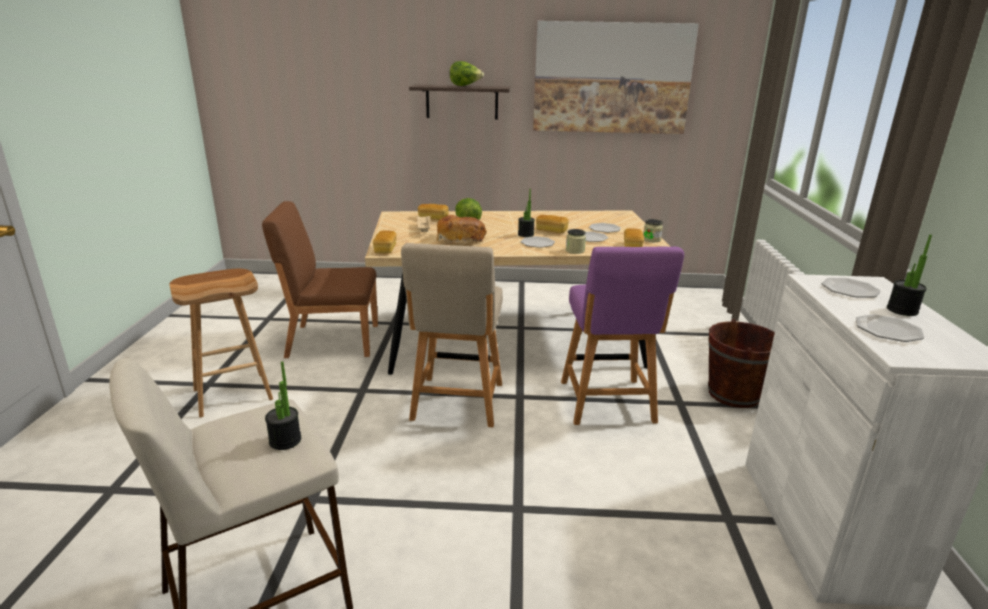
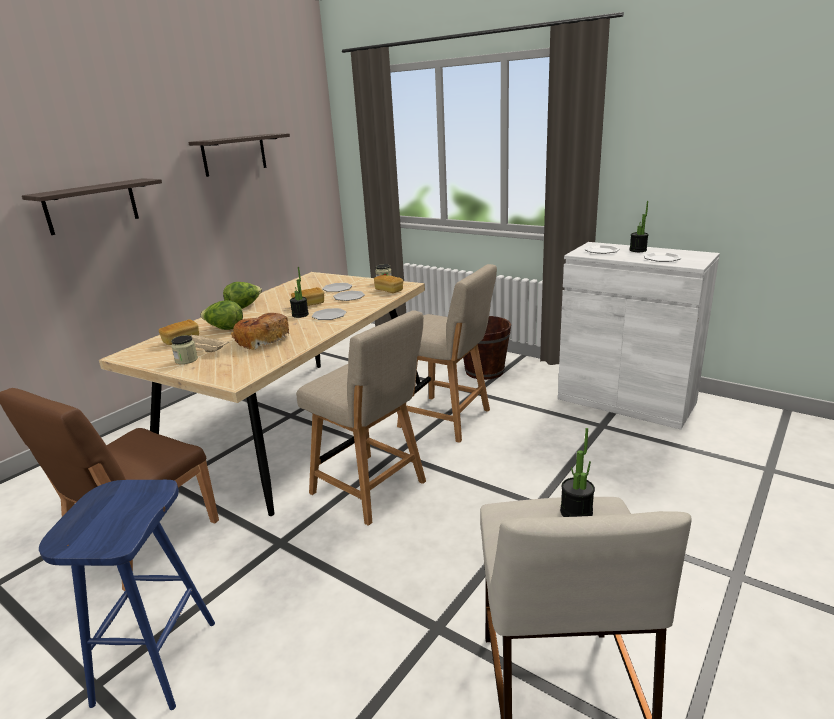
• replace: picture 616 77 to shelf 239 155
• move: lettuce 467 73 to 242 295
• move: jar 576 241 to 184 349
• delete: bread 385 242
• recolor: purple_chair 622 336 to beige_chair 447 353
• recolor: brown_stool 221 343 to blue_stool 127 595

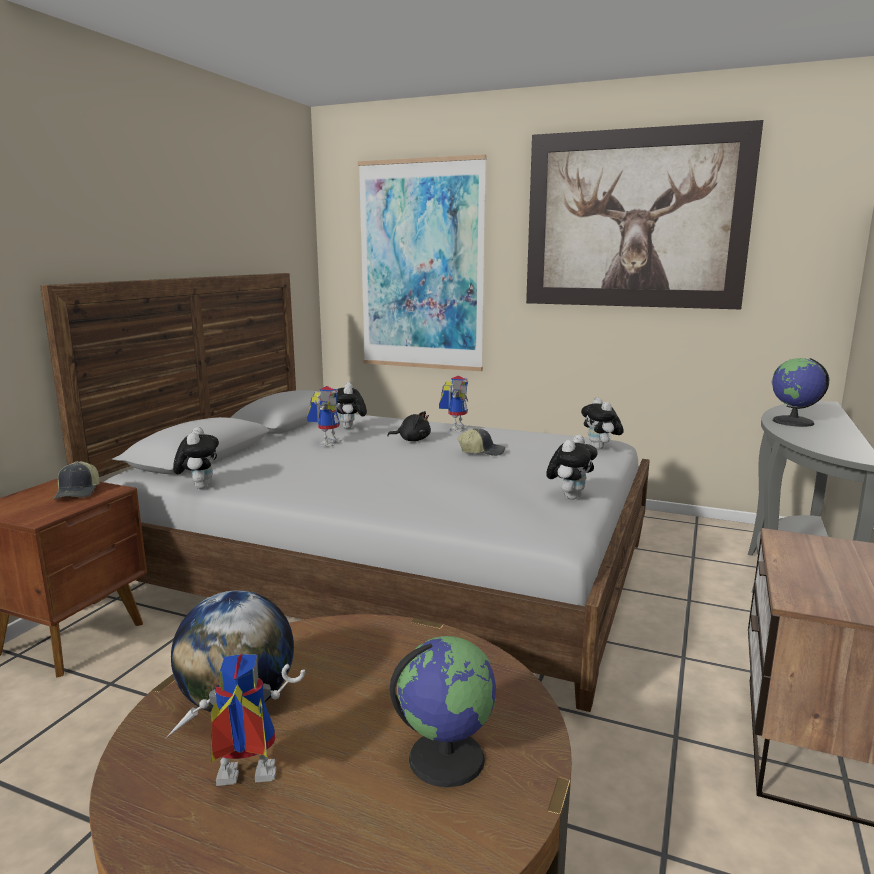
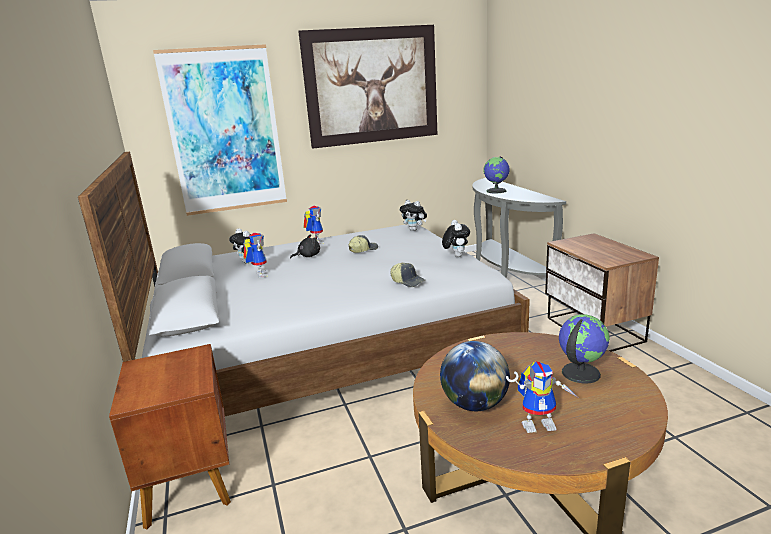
• delete: plush_toy 196 458
• move: cap 76 480 to 408 275
• rotate: toy_robot 235 720 = 541 397 135 degrees counterclockwise

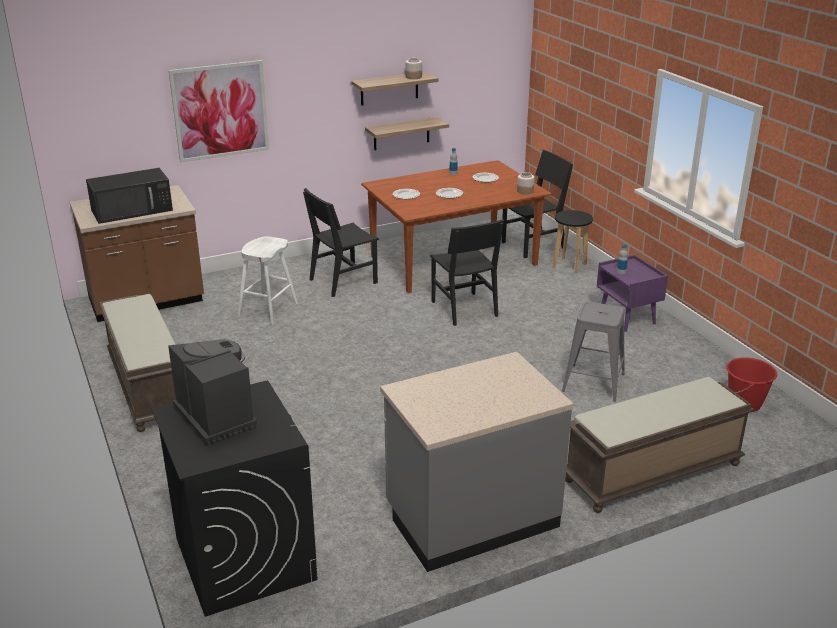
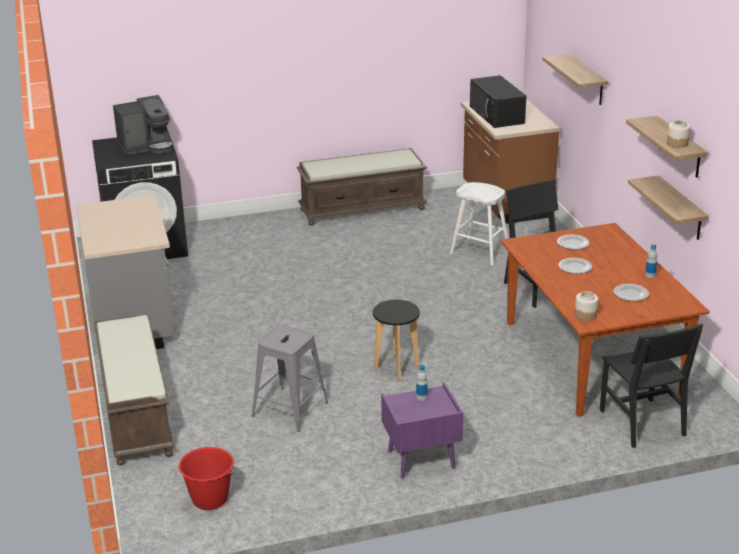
• replace: picture 219 111 to shelf 575 79
• move: black_stool 573 242 to 396 340
• delete: black_chair 467 272

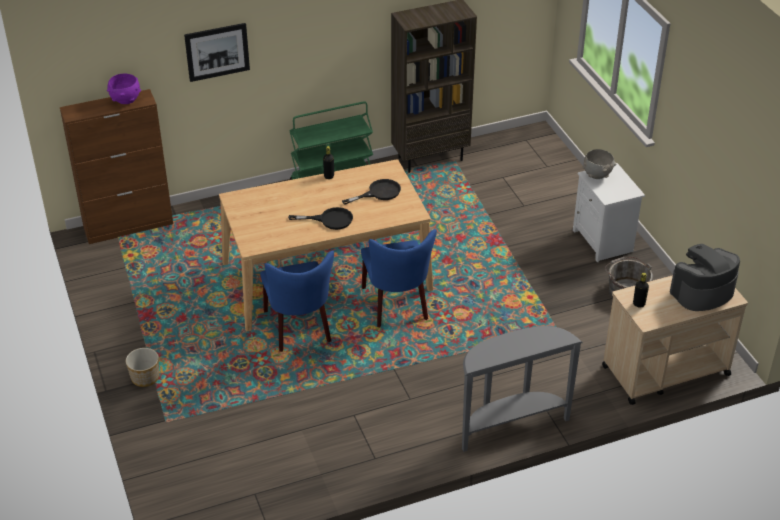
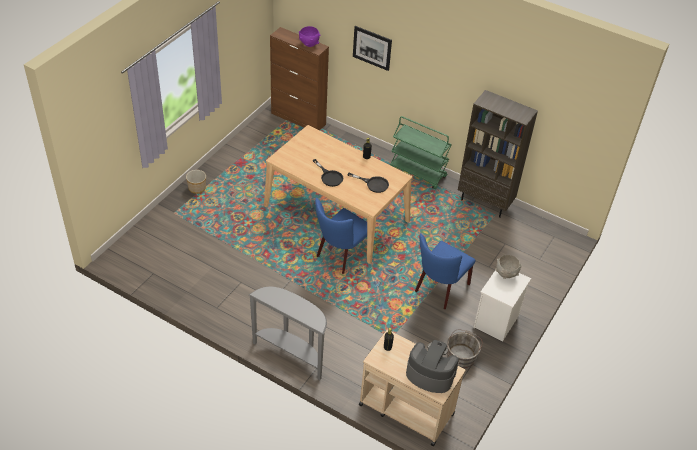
• move: blue_chair 297 301 to 445 271

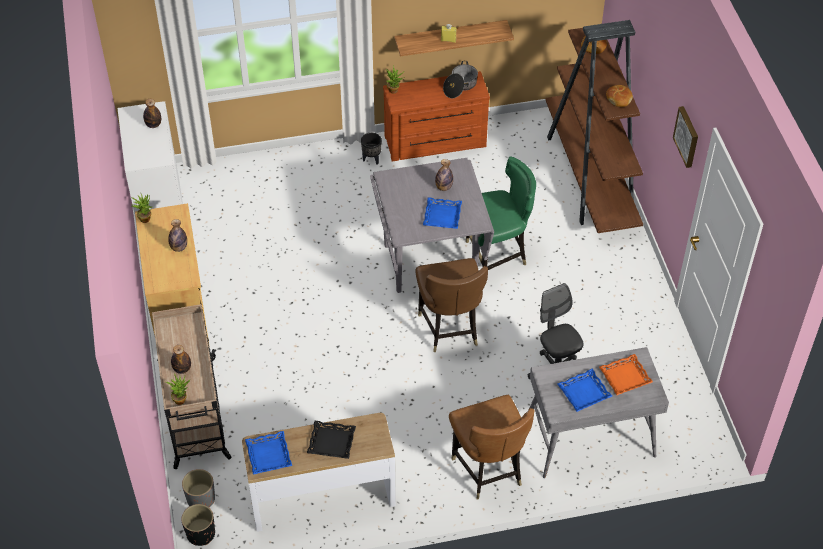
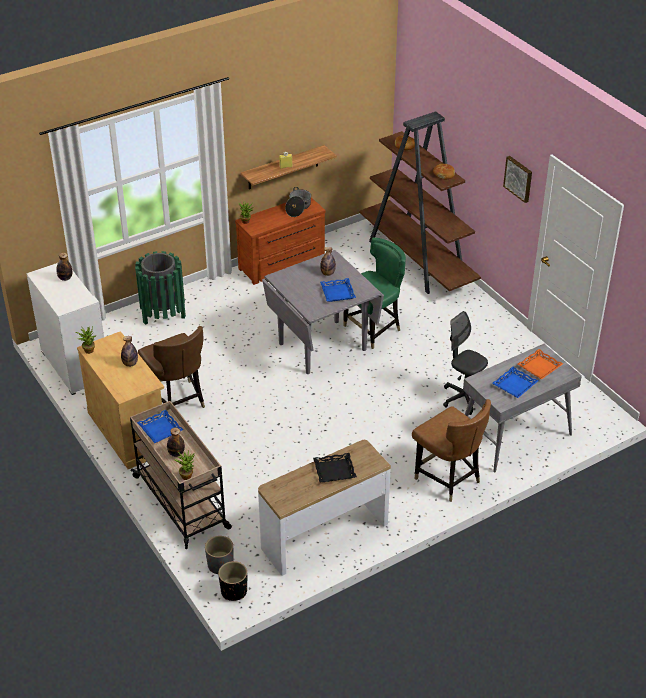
• delete: black_planter 371 148
• move: brown_chair 451 305 to 171 367
• move: blue_tray 268 453 to 160 426
• insert: green_trash_can 160 288

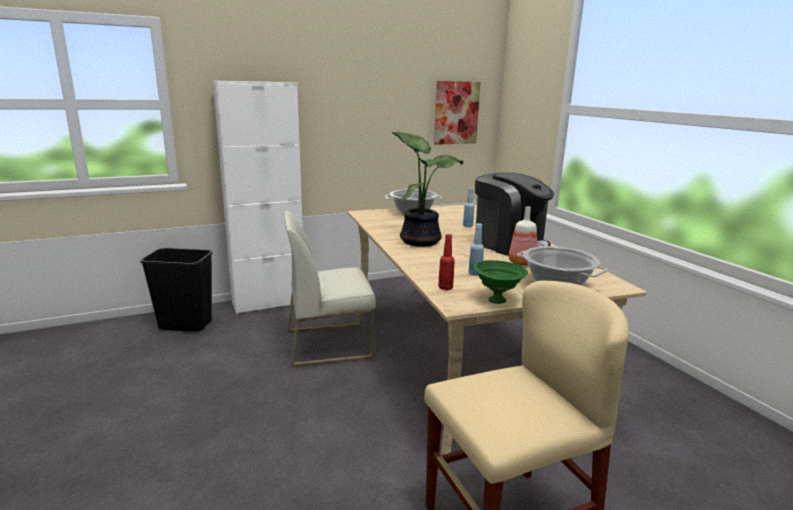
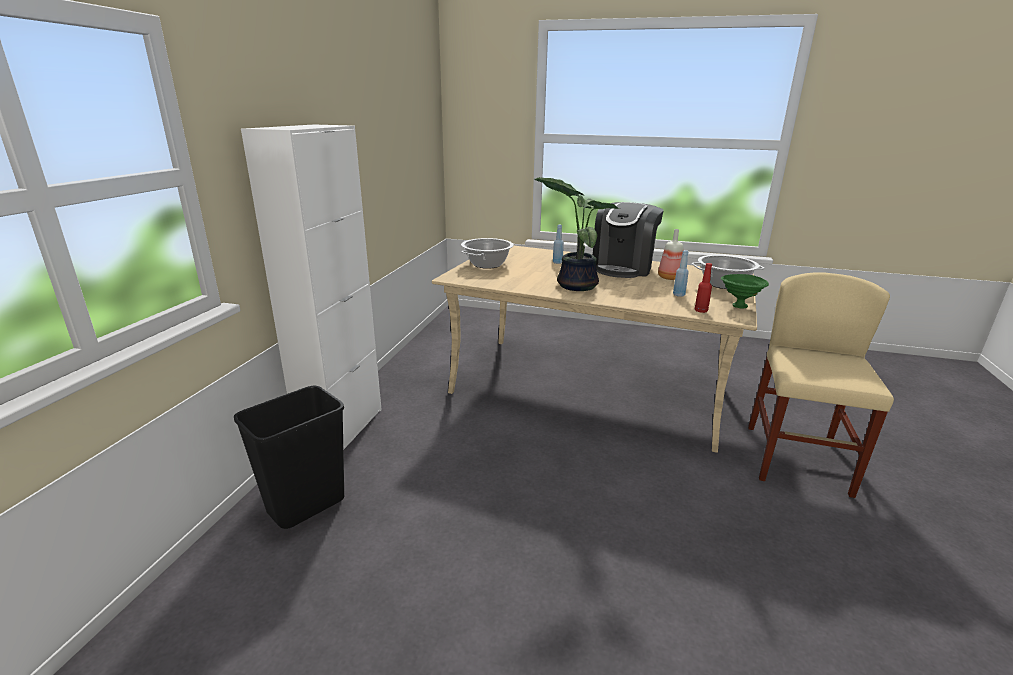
• delete: picture 457 113
• rotate: coffee_machine 514 214 = 628 240 120 degrees clockwise
• delete: white_chair 330 289

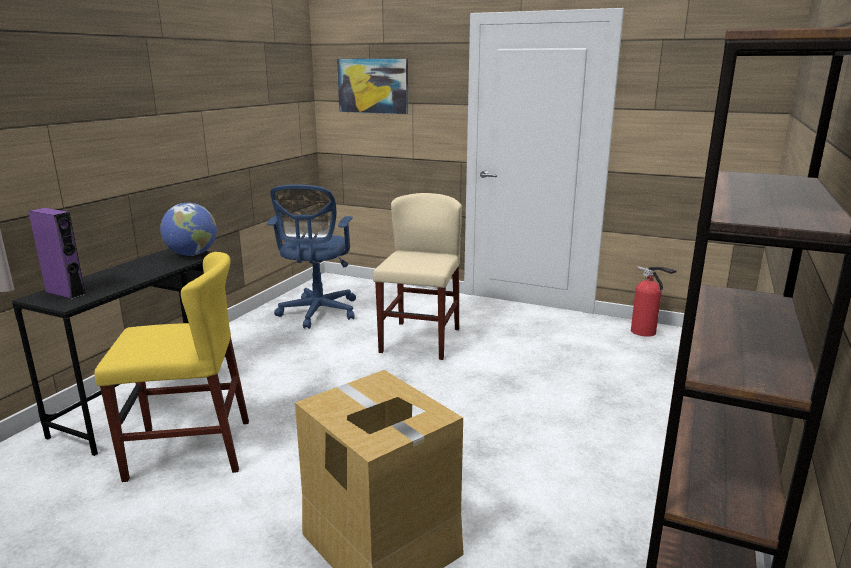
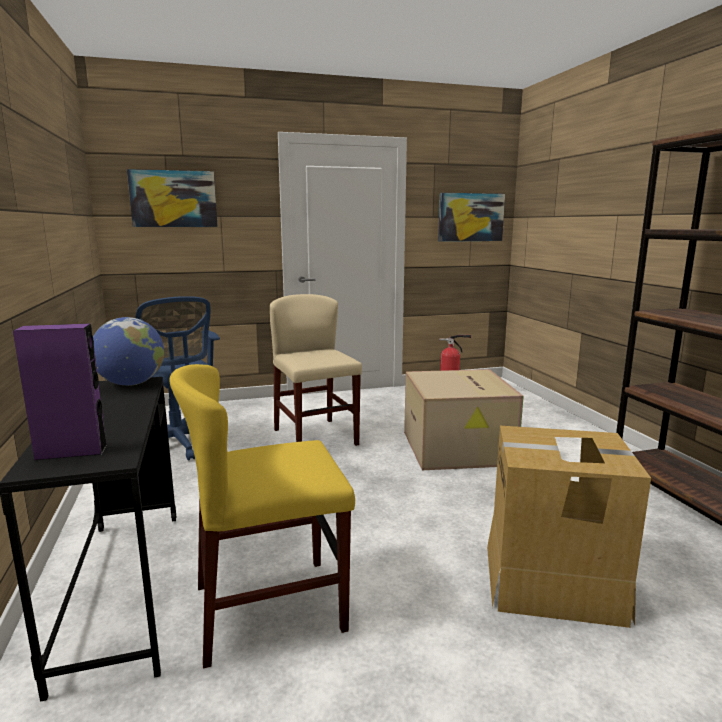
• rotate: yellow_chair 171 367 = 262 516 150 degrees counterclockwise
• insert: picture 471 217
• insert: cardboard_box 464 419

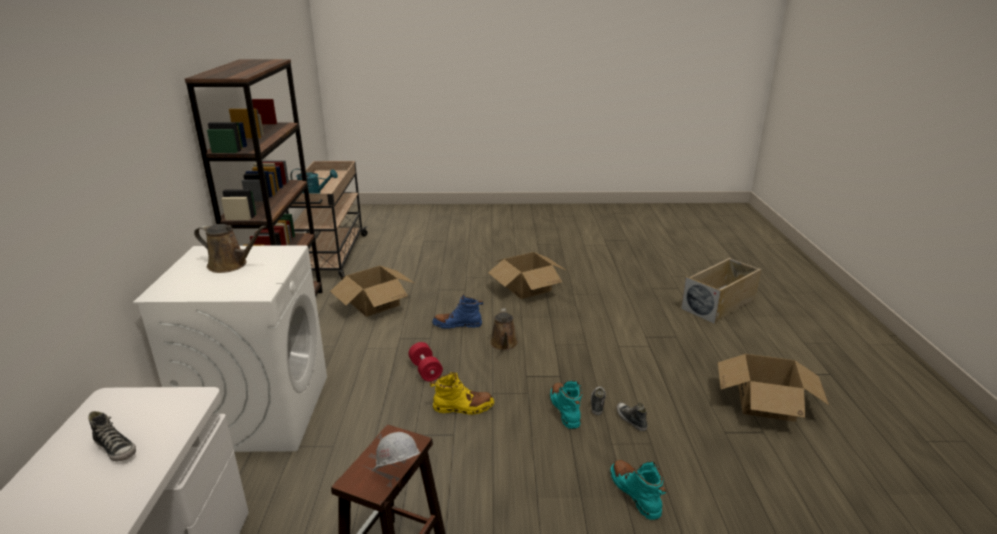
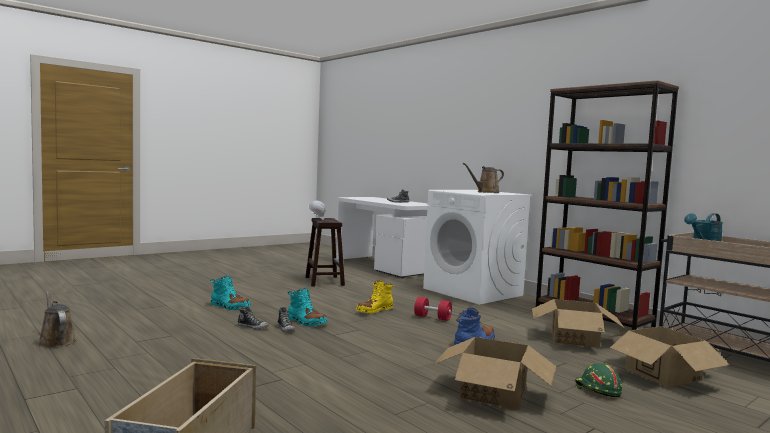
• move: brown_watering_can 504 329 to 57 319
• move: cardboard_box 773 387 to 669 356
• insert: green_hard_hat 598 380

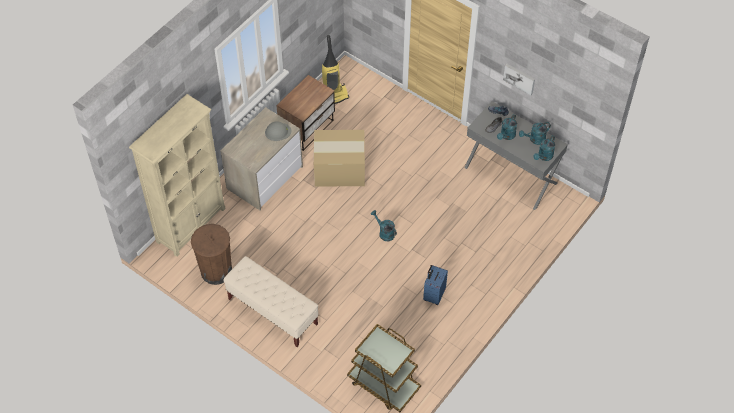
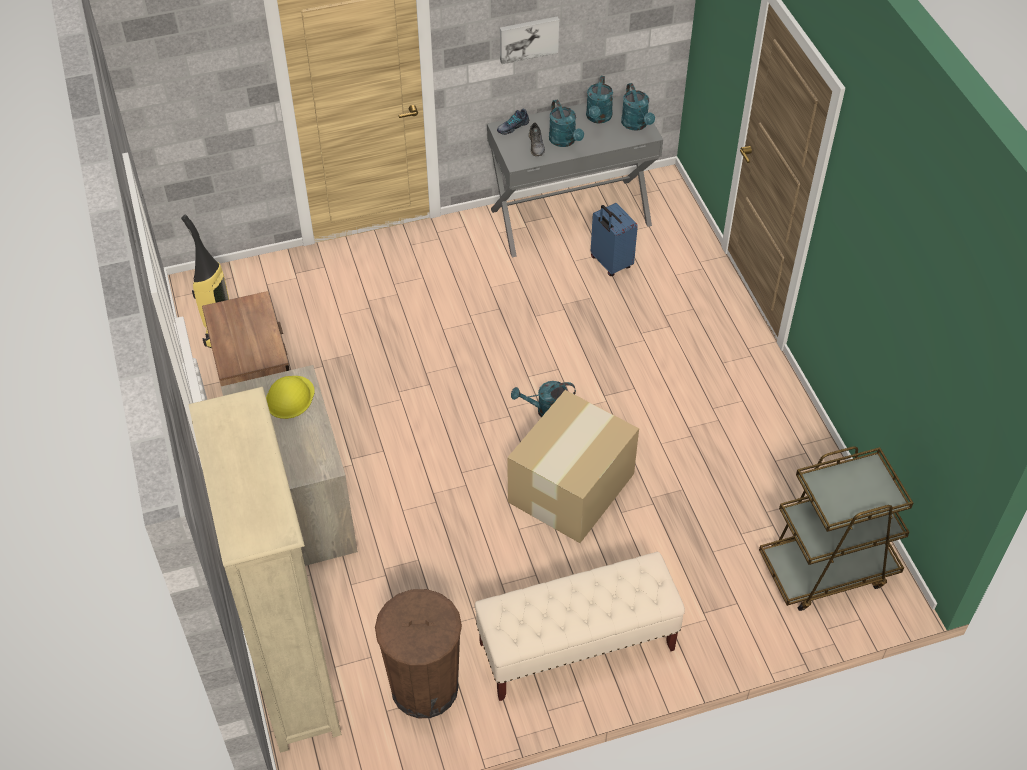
• recolor: grey_hard_hat 278 131 to yellow_hard_hat 290 397
• move: cardboard_box 339 158 to 573 466
• move: blue_suitcase 435 285 to 614 239

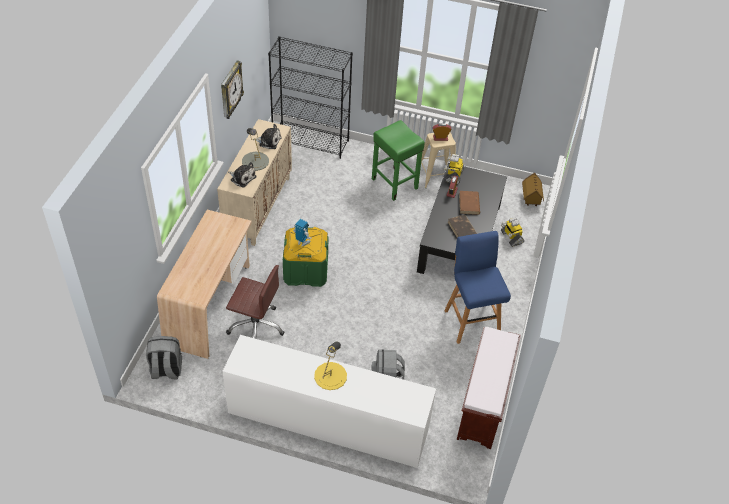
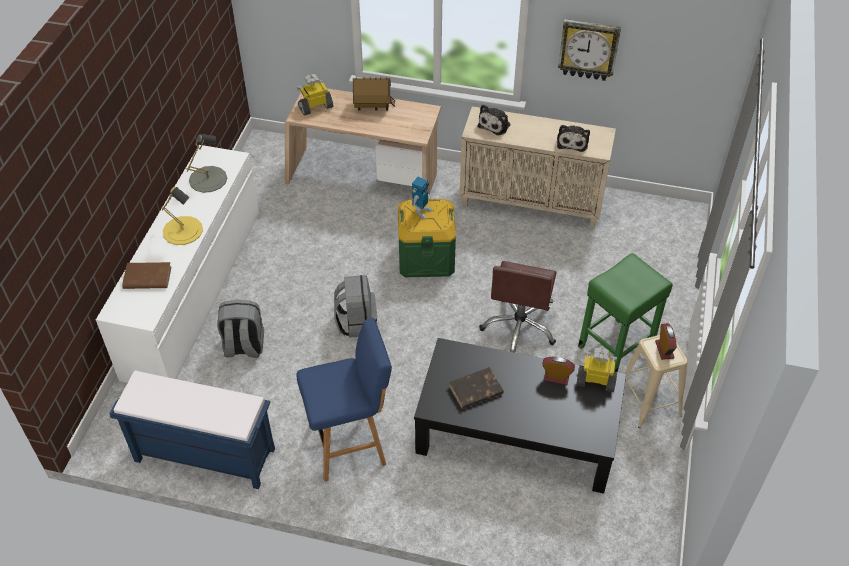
• delete: black_bookcase 310 97
• move: grey_table_lamp 255 149 to 206 163
• move: toy_house 533 189 to 374 94
• move: brown_book 469 203 to 146 275
• move: toy_robot 512 232 to 315 94
• move: brown_office_chair 255 302 to 518 307
• recolor: brown_bench 489 388 to blue_bench 192 429
• move: grey_backpack 164 357 to 355 306

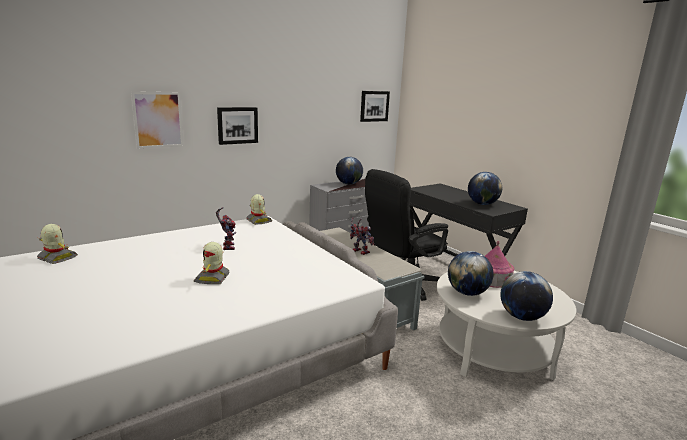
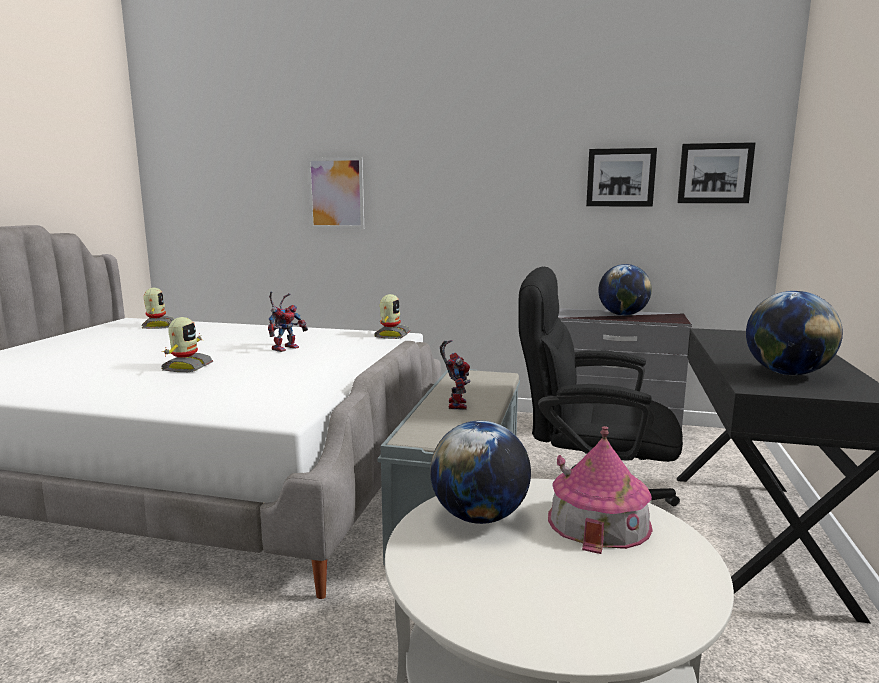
• move: picture 237 126 to 621 177
• rotate: toy_robot 212 263 = 187 344 135 degrees clockwise
• delete: globe 527 296

